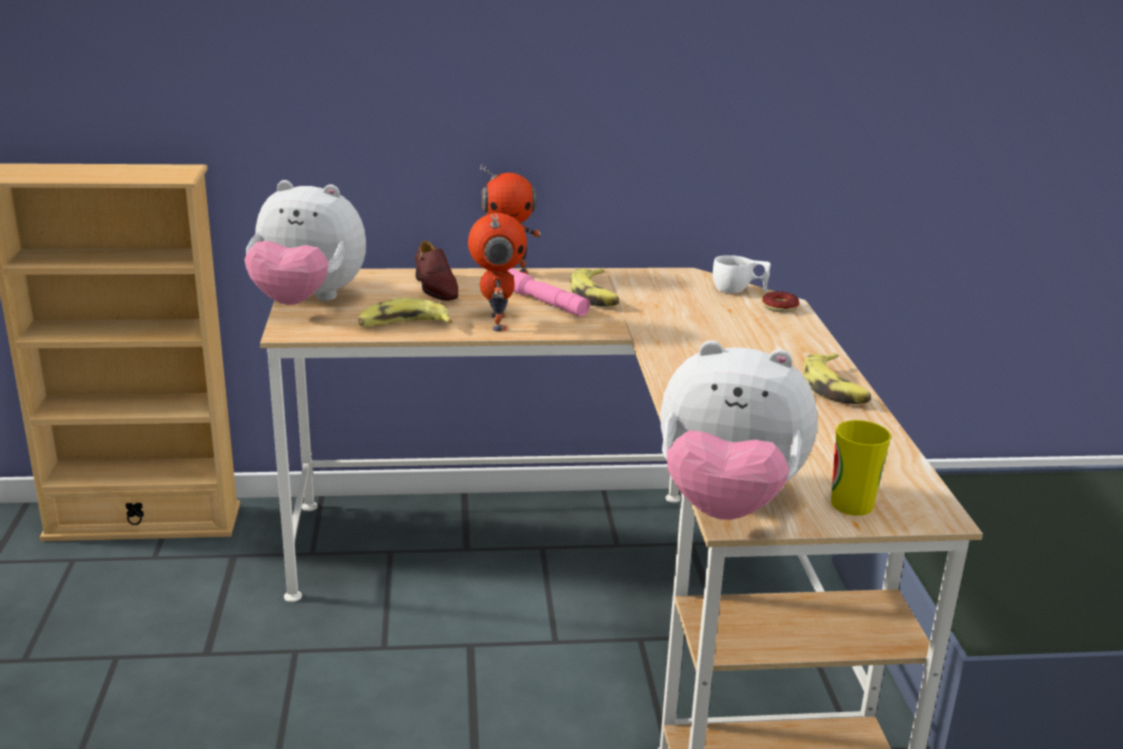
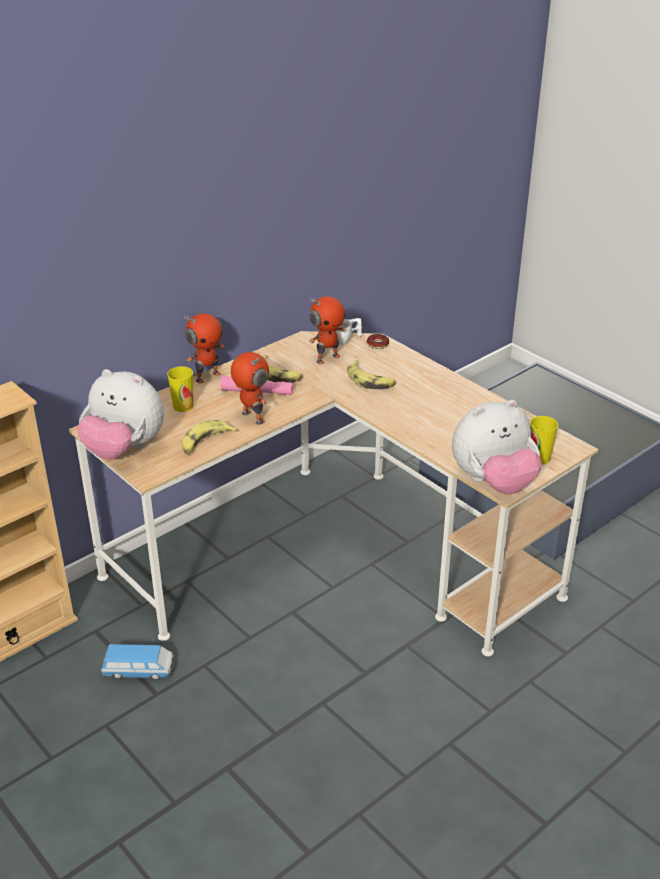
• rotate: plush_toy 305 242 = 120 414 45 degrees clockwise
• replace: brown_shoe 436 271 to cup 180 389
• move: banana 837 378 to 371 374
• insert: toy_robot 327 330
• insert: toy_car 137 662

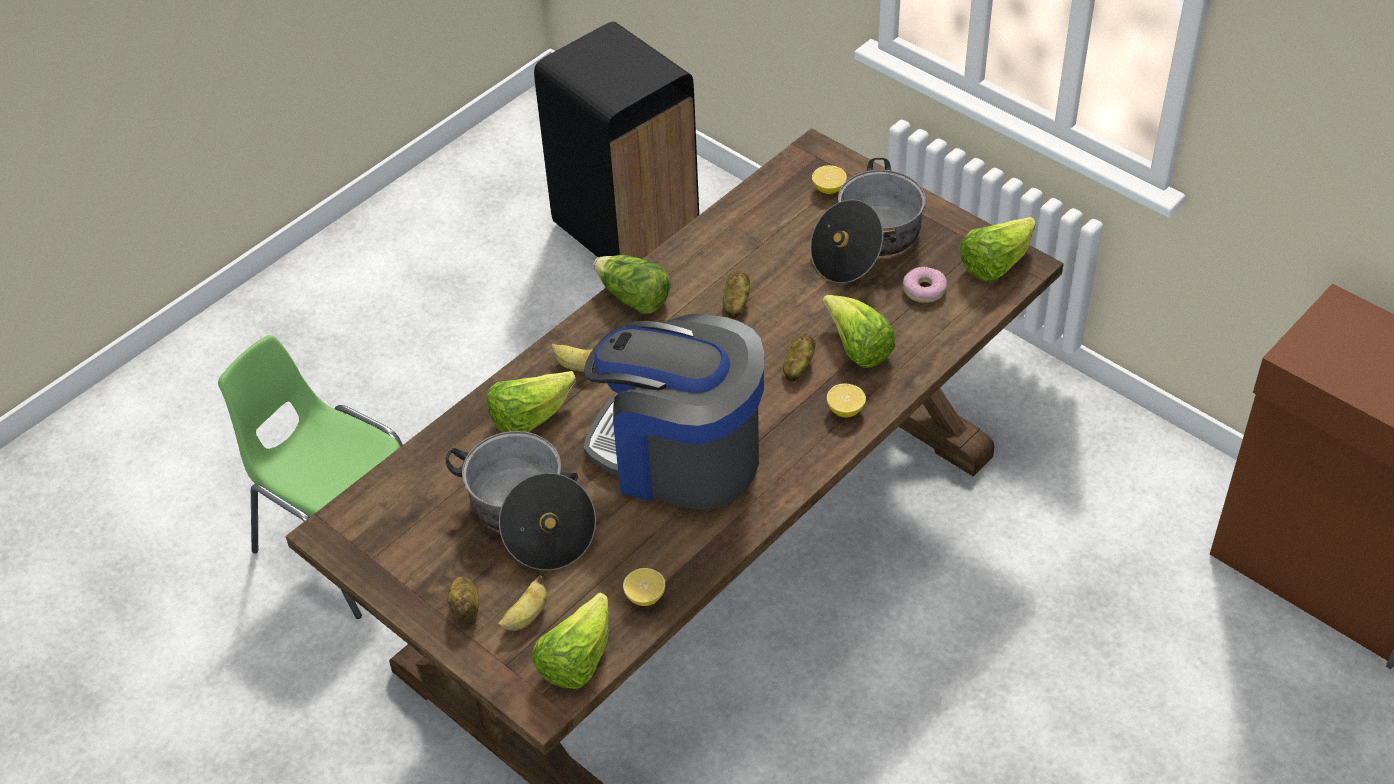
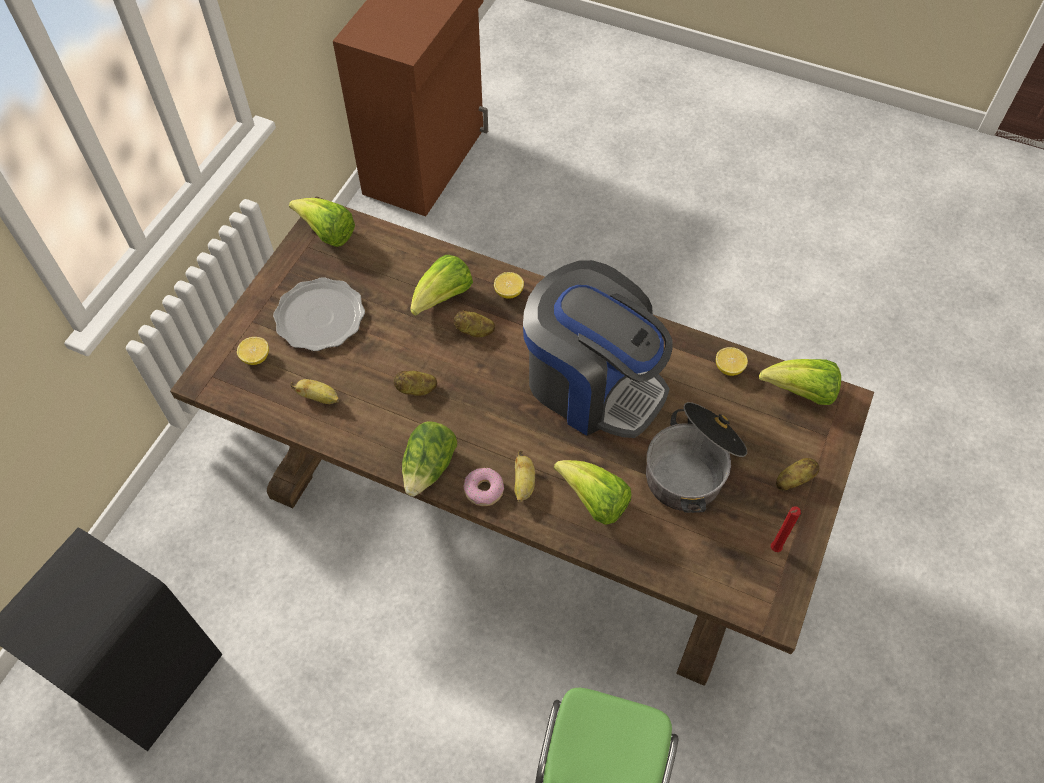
• replace: cooking_pot 868 220 to plate 319 314
• move: donut 925 285 to 484 487
• rotate: coffee_machine 674 412 = 598 349 60 degrees counterclockwise
• move: banana 522 603 to 314 391
• insert: red_candle 786 529

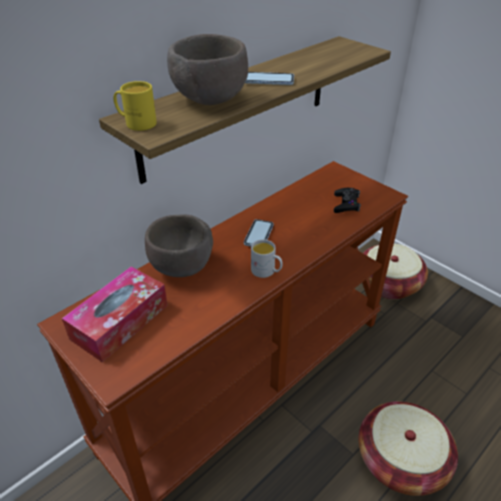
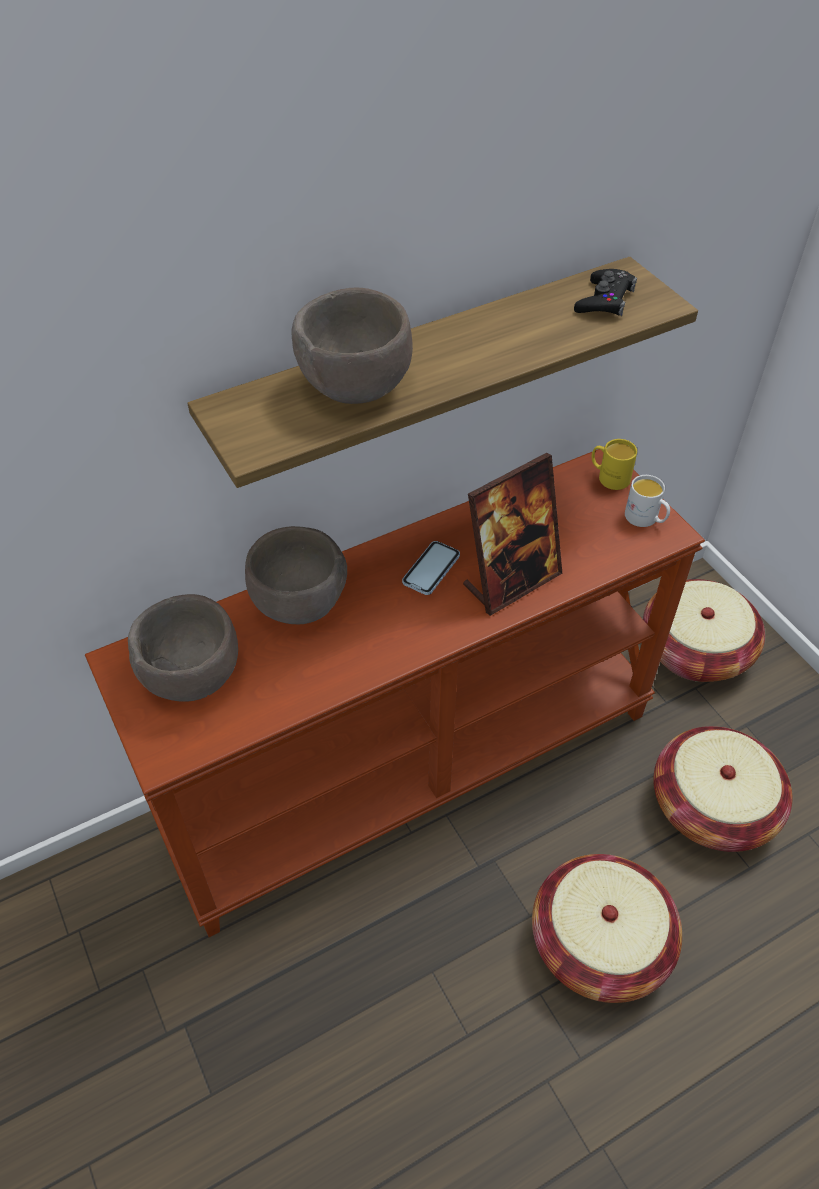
• delete: phone 269 78
• move: yellow_mug 135 106 to 614 464
• move: black_game_controller 347 200 to 605 292
• move: white_mug 266 258 to 647 501
• replace: tissue_box 115 314 to brown_bowl 183 648
• insert: picture_frame 512 534
• insert: basket 723 789

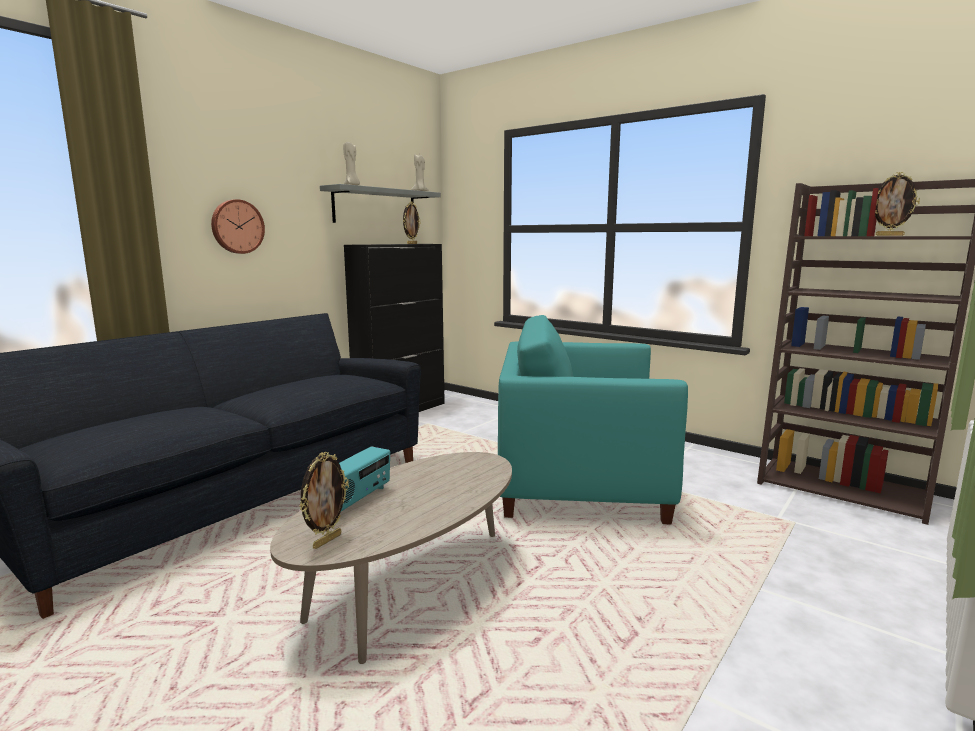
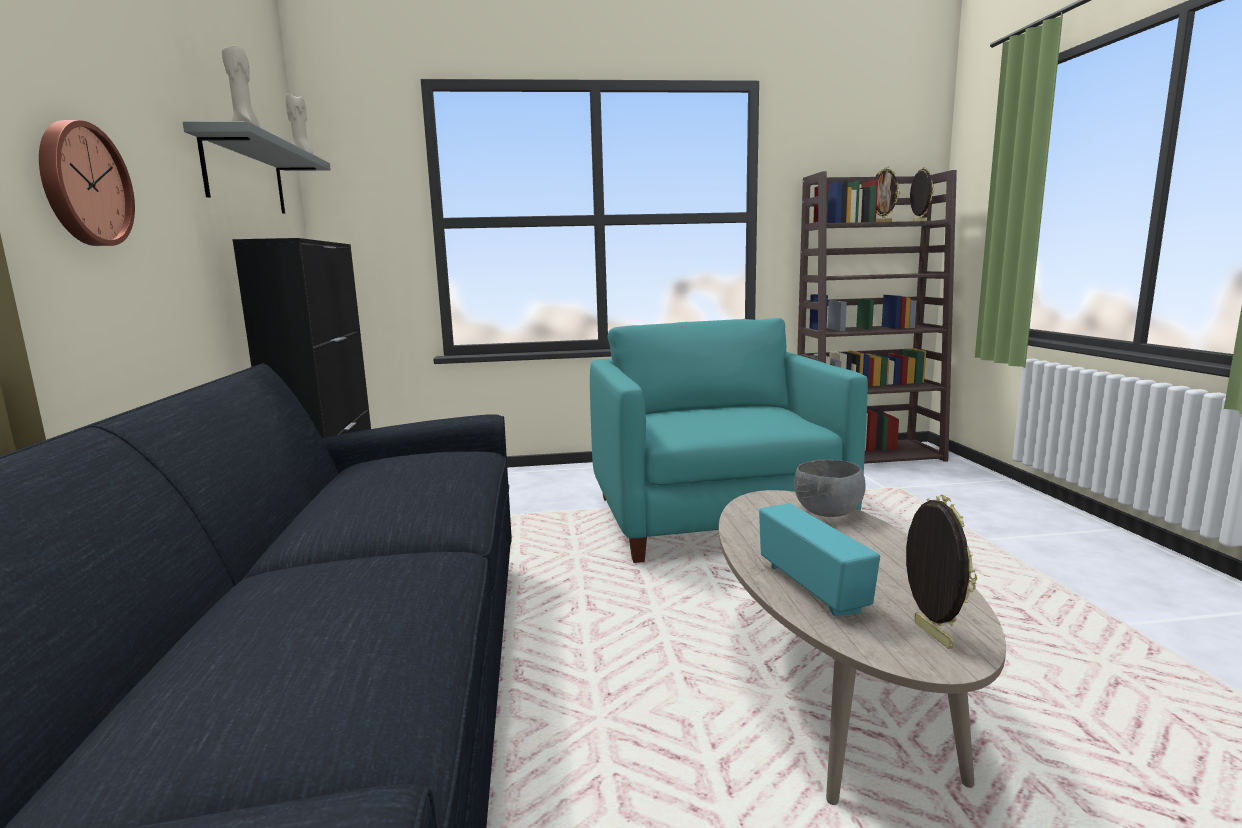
• move: picture_frame 412 222 to 922 194
• rotate: turquoise_armchair 593 420 = 729 440 120 degrees clockwise
• insert: grey_bowl 830 488

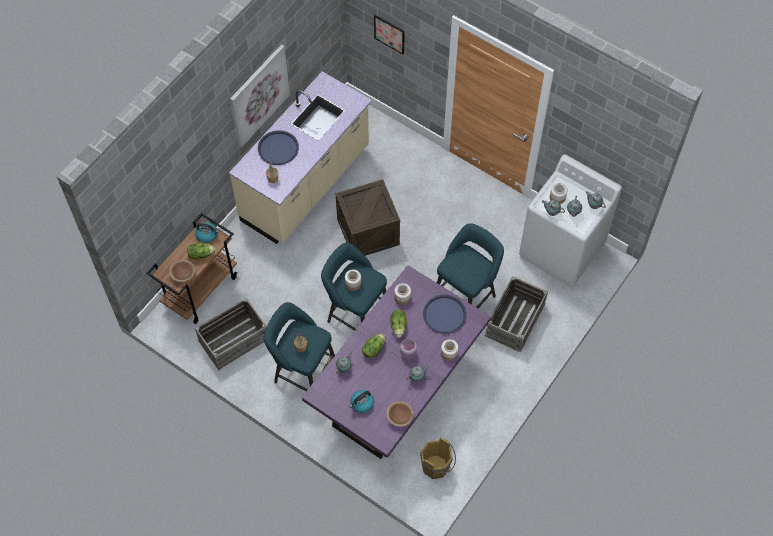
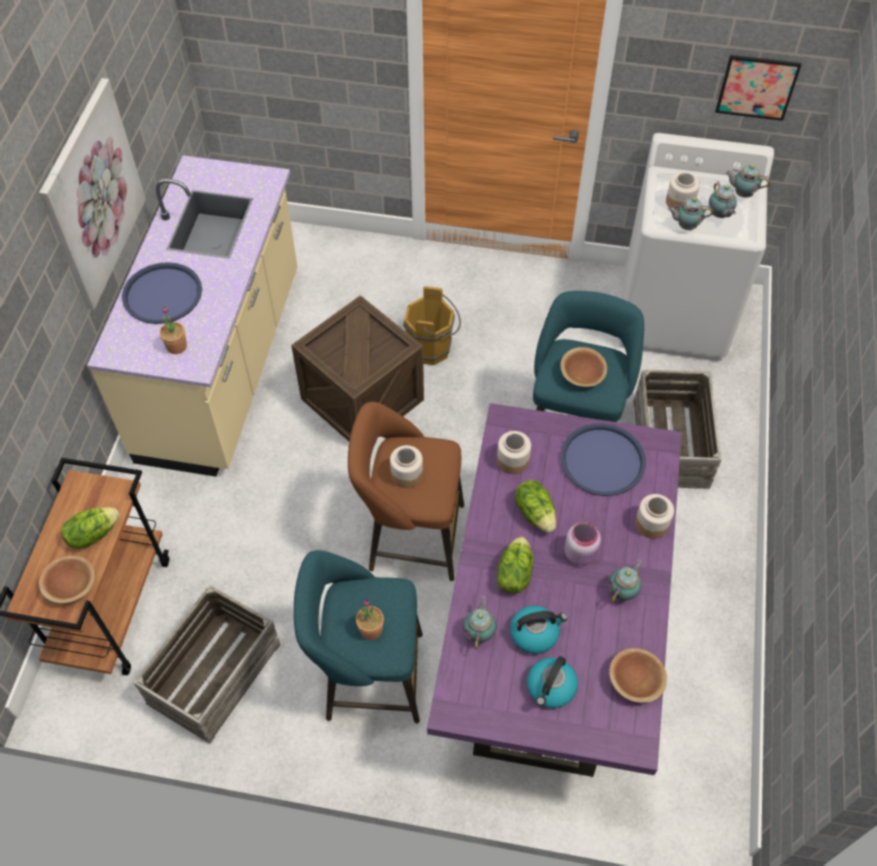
• move: picture 389 35 to 758 88
• move: kettle 207 233 to 539 630
• recolor: turquoise_stool 354 287 to brown_stool 406 491
• move: brown_bucket 438 458 to 432 325
• insert: brown_bowl 583 367

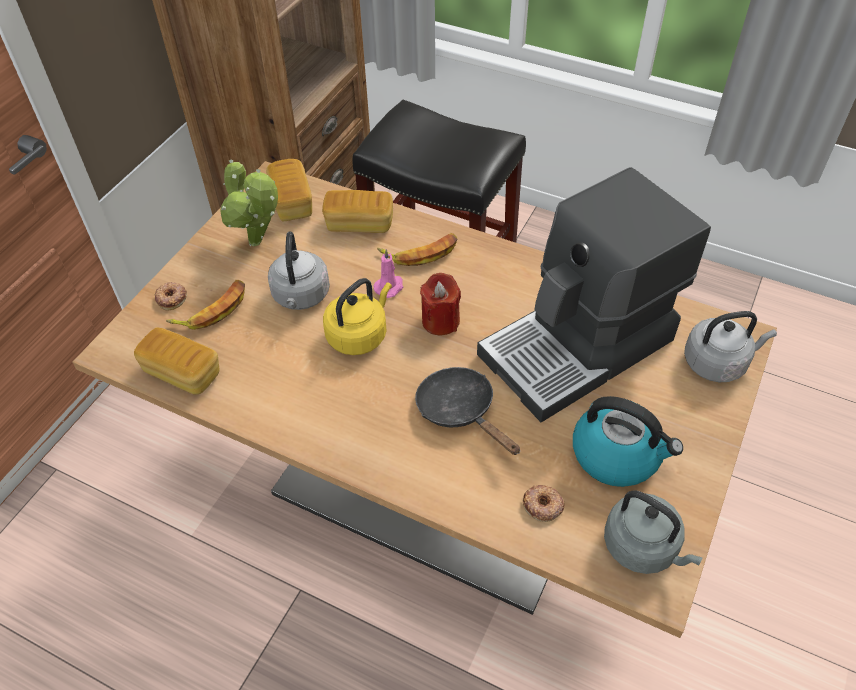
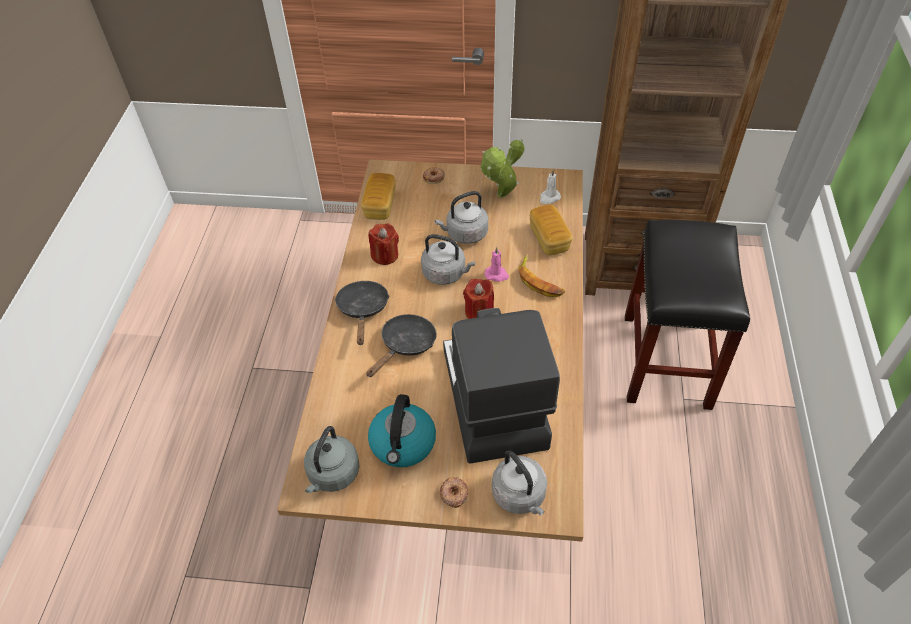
• replace: bread 289 190 to white_candle 550 187
• rotate: coffee_machine 594 294 = 501 386 45 degrees clockwise
• recolor: yellow_kettle 357 316 to grey_kettle 448 259
• delete: banana 205 305
• move: donut 544 503 to 453 492
• insert: red_candle 384 244
• insert: black_frying_pan 361 313

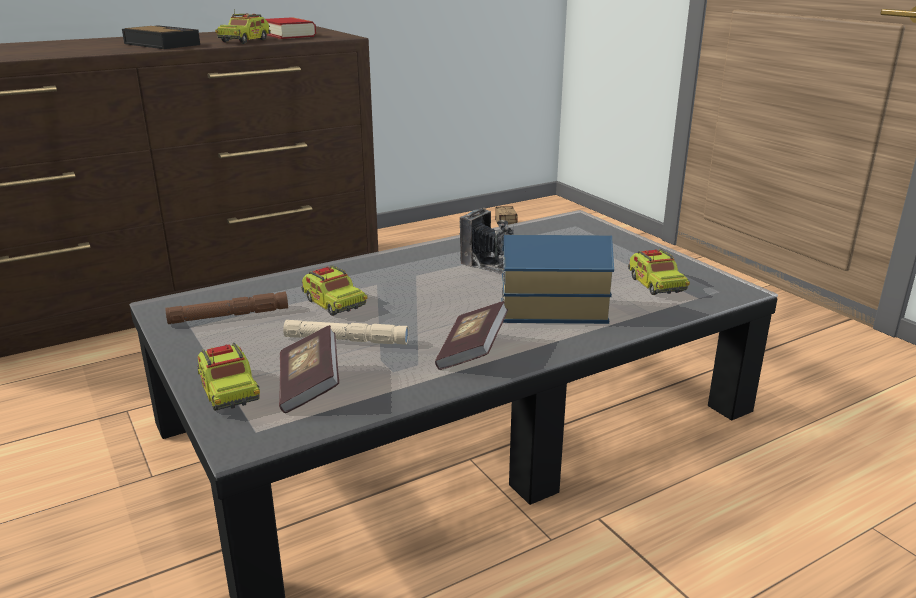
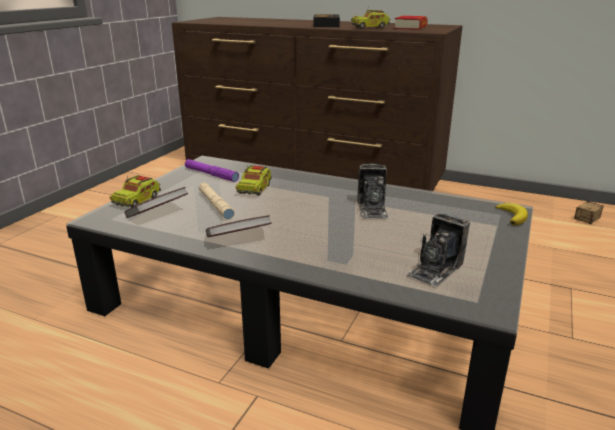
• delete: toy_house 557 279
• replace: toy_truck 659 272 to photo_camera 438 250
• recolor: brown_flashlight 226 307 to purple_flashlight 212 170
• insert: banana 511 214

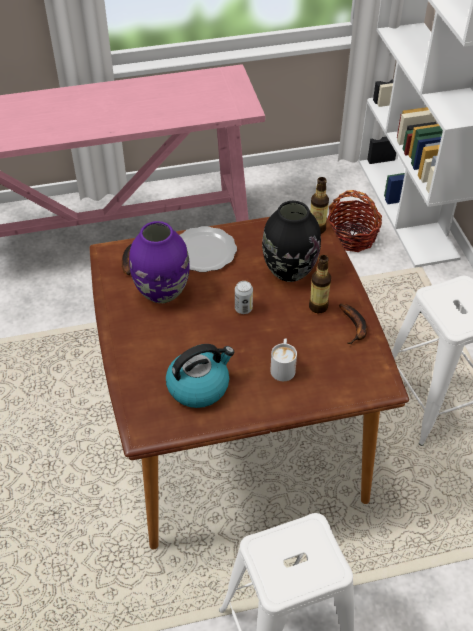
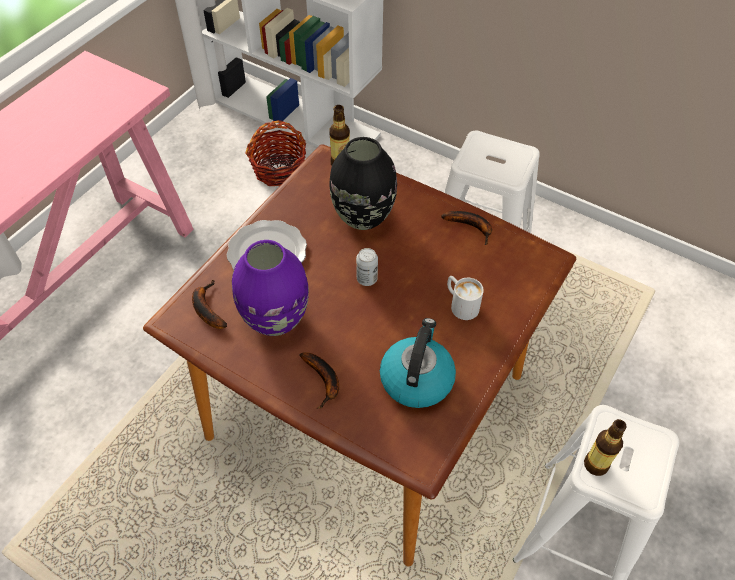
• move: bottle 320 284 to 605 447
• insert: banana 319 380

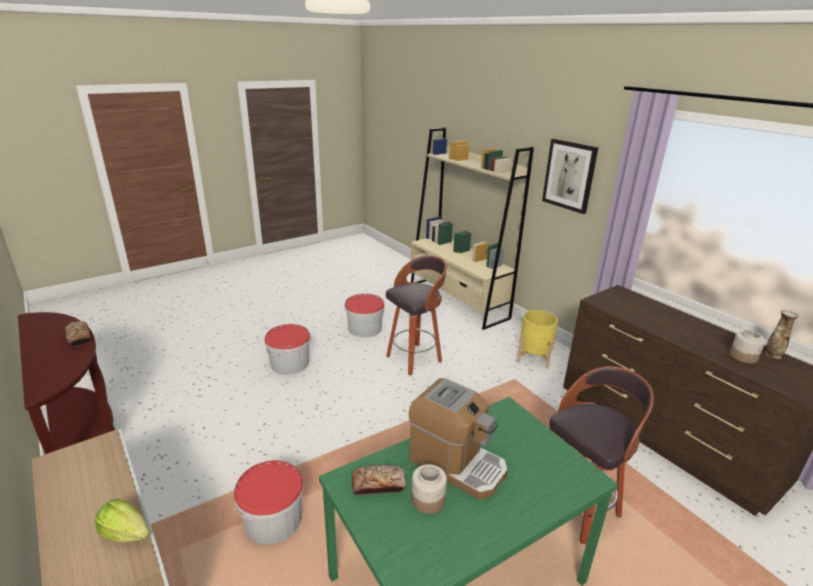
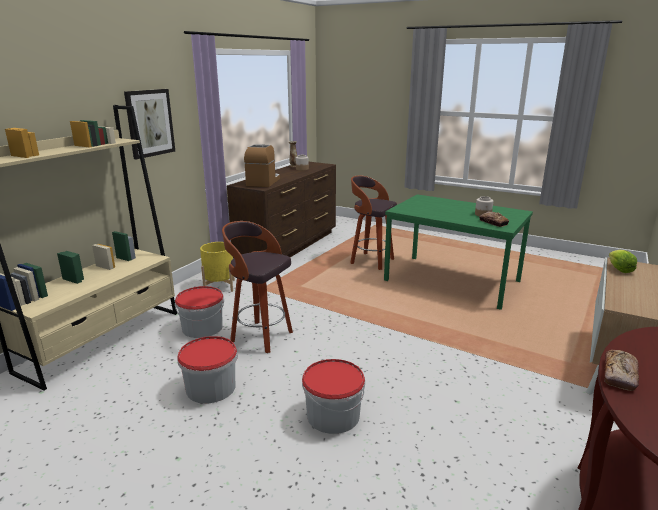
• move: coffee_machine 458 439 to 262 165
• move: bucket 269 502 to 199 312

